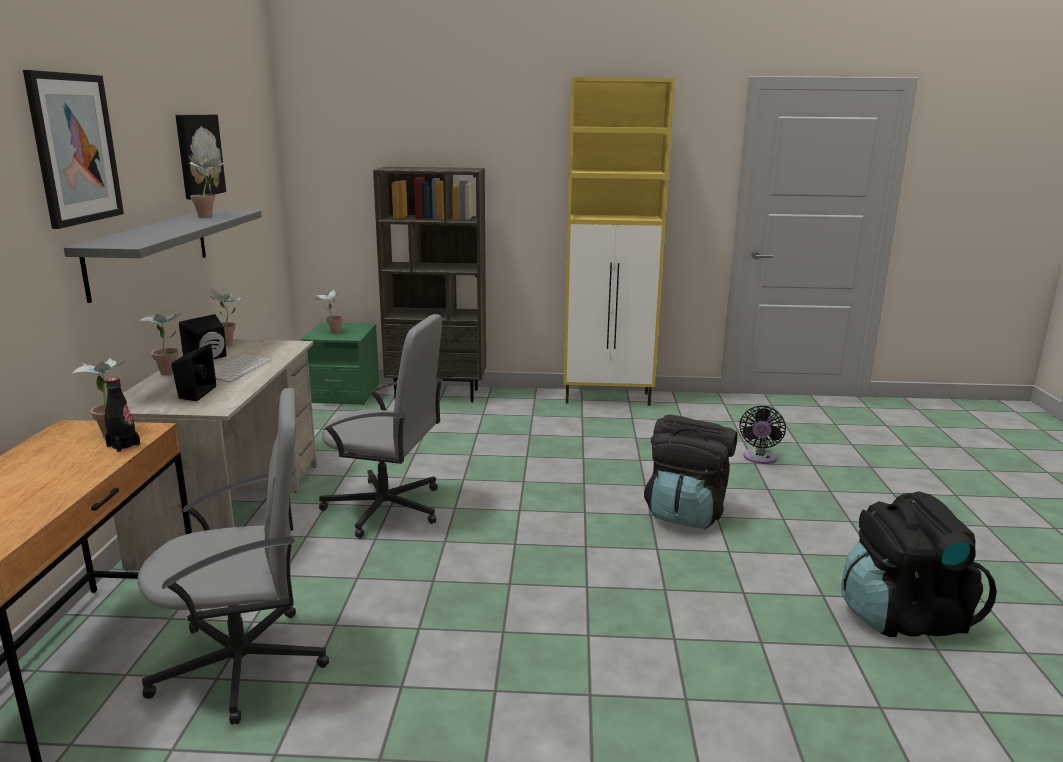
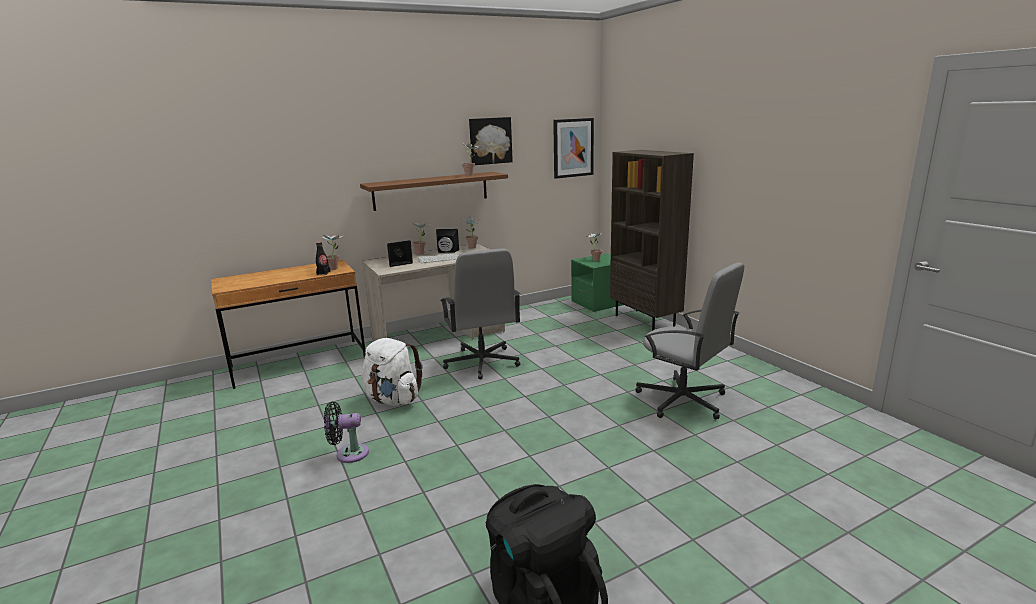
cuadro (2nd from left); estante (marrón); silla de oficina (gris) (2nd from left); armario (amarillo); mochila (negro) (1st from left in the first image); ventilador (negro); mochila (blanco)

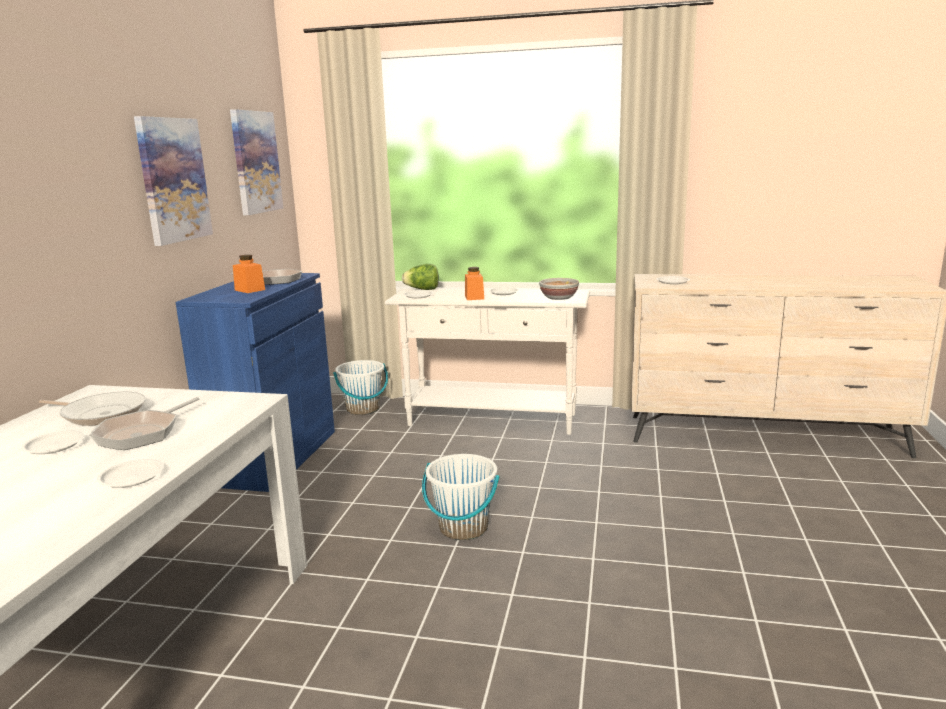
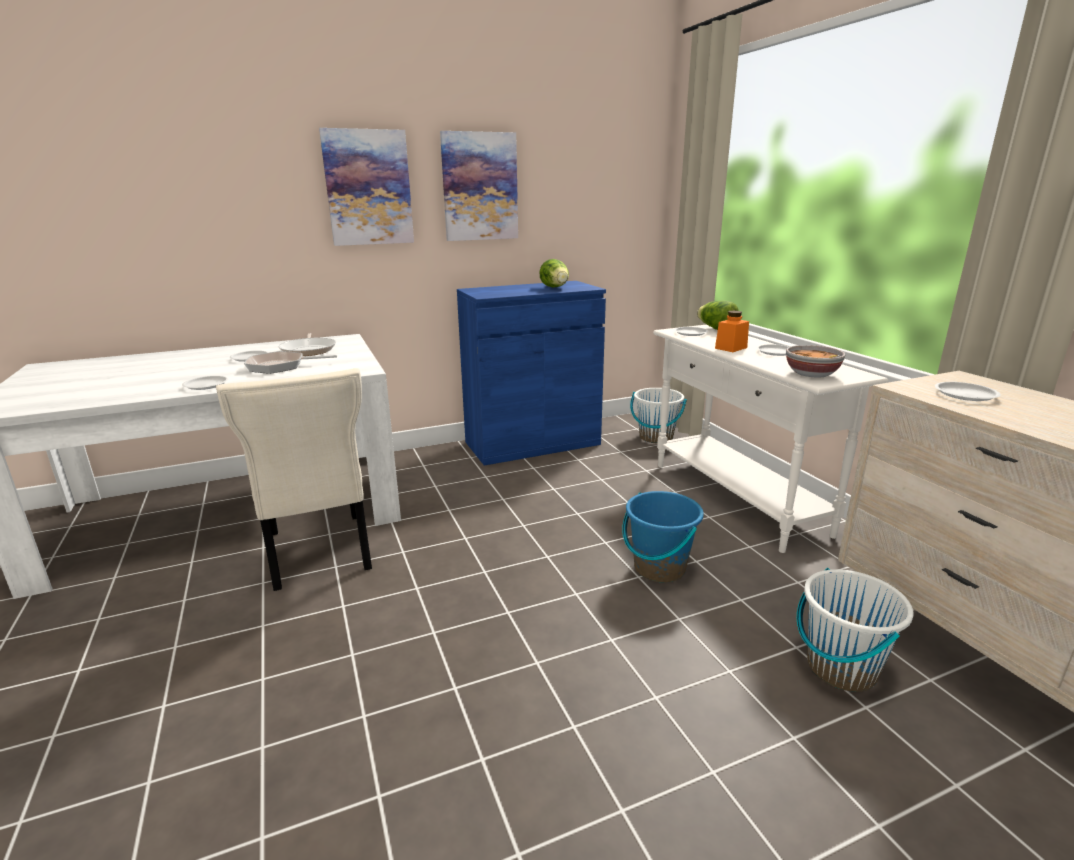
cuadro (1st from left); lechuga (1st from left); tarro (naranja) (1st from left in the first image); cubo (blanco) (2nd from left); silla (beis); cubo (azul)

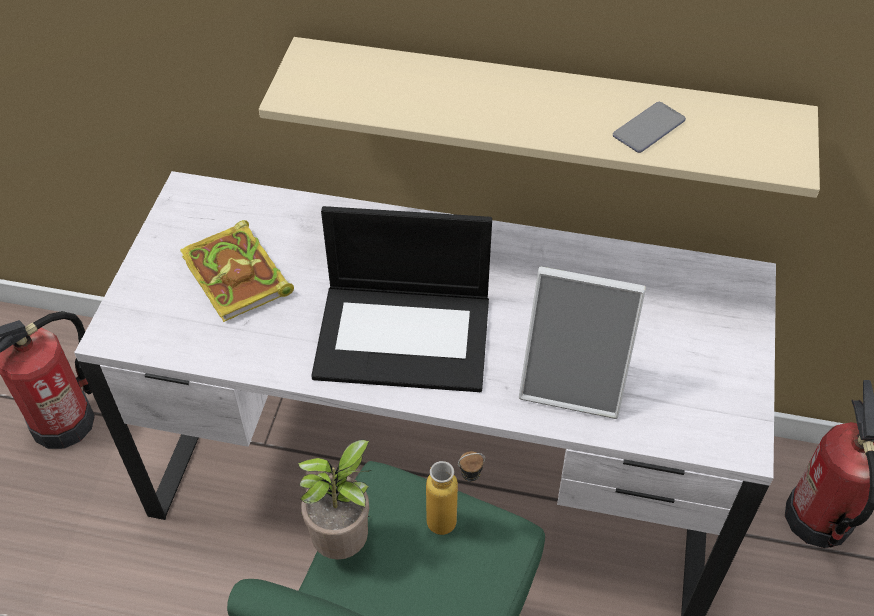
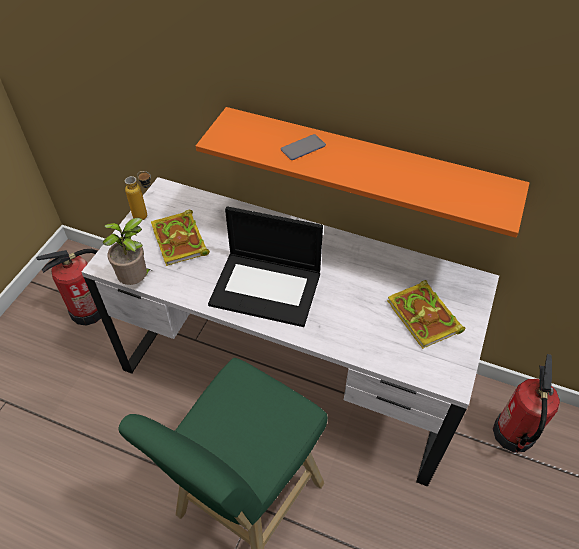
estante (naranja); planta en maceta; botella; portarretratos; móvil; libro (2nd from left)

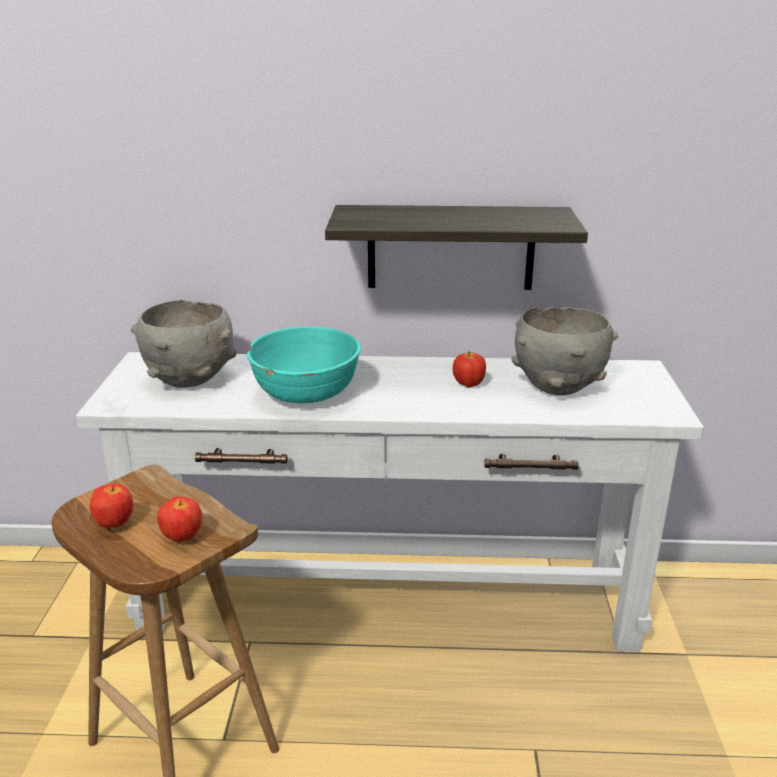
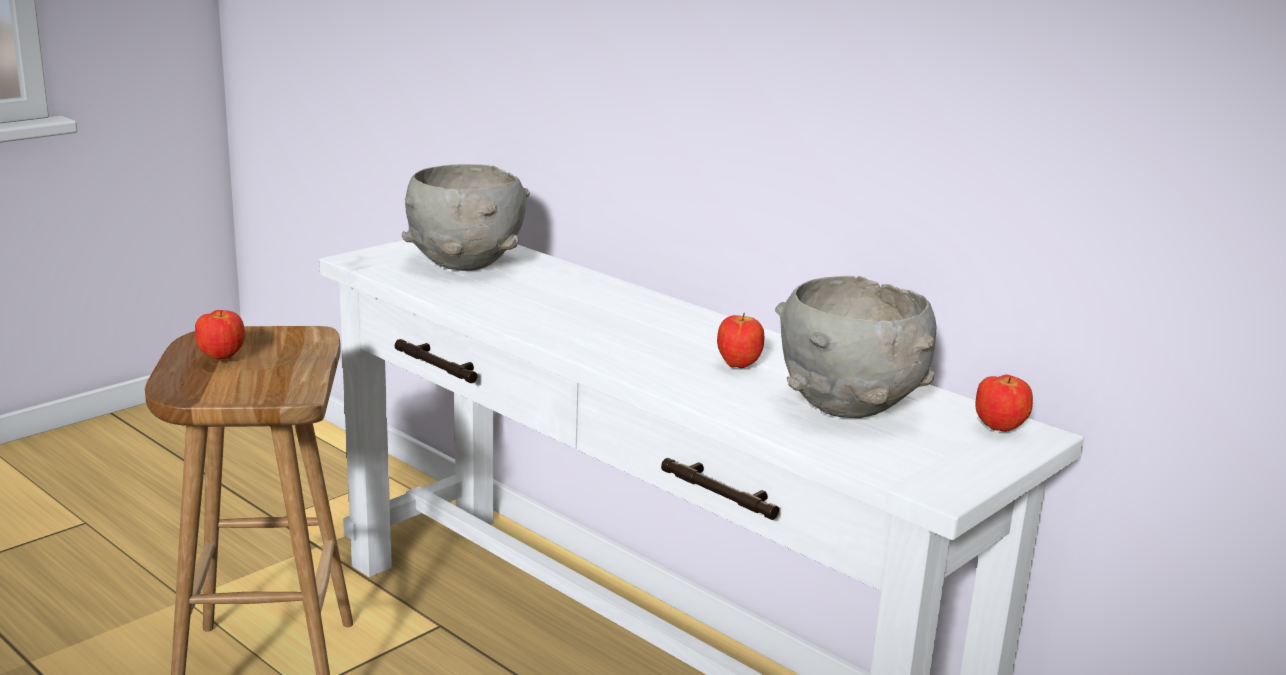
manzana (3rd from left); cuenco (turquesa); estante

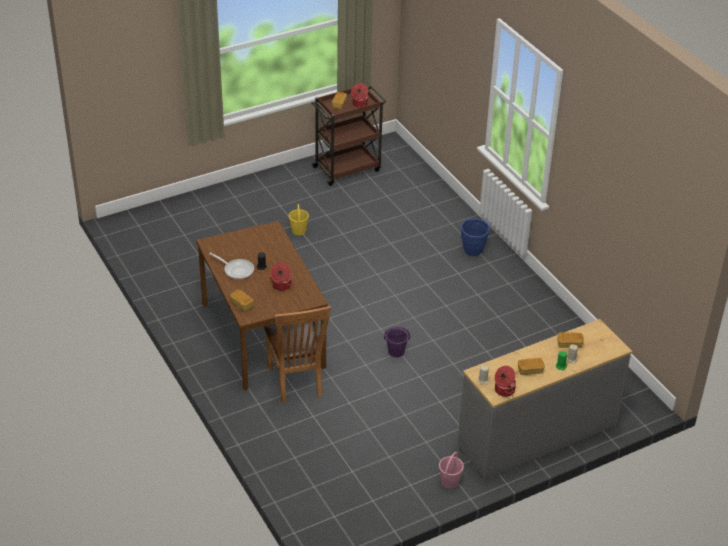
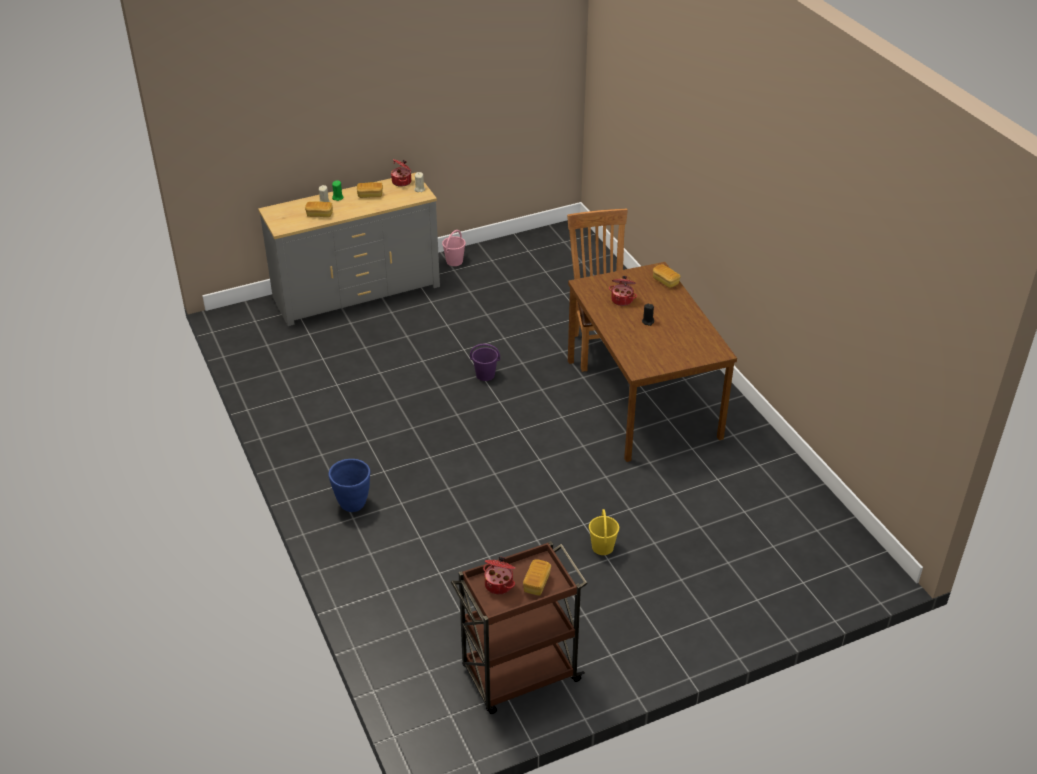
sartén

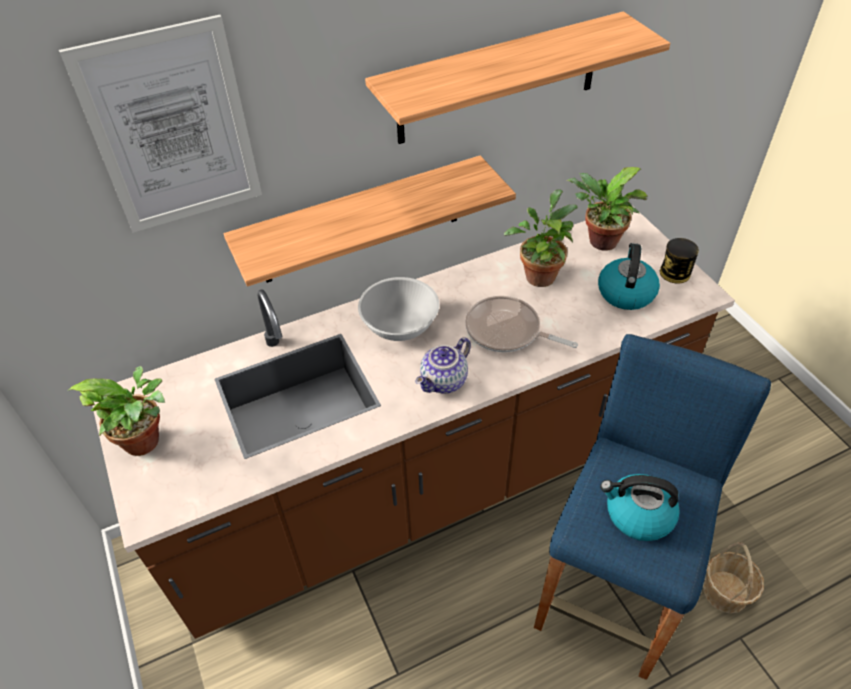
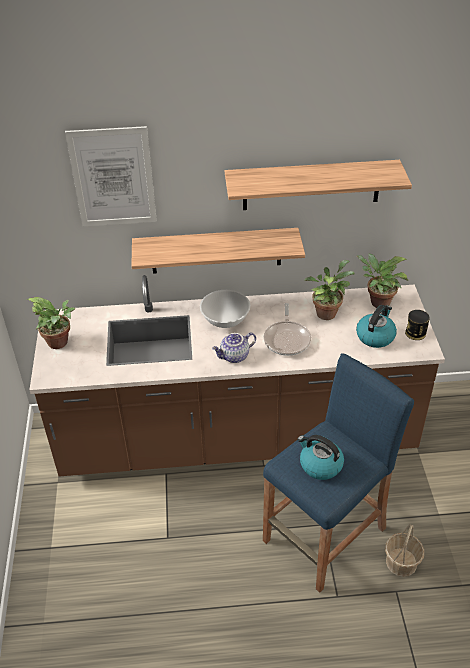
sartén

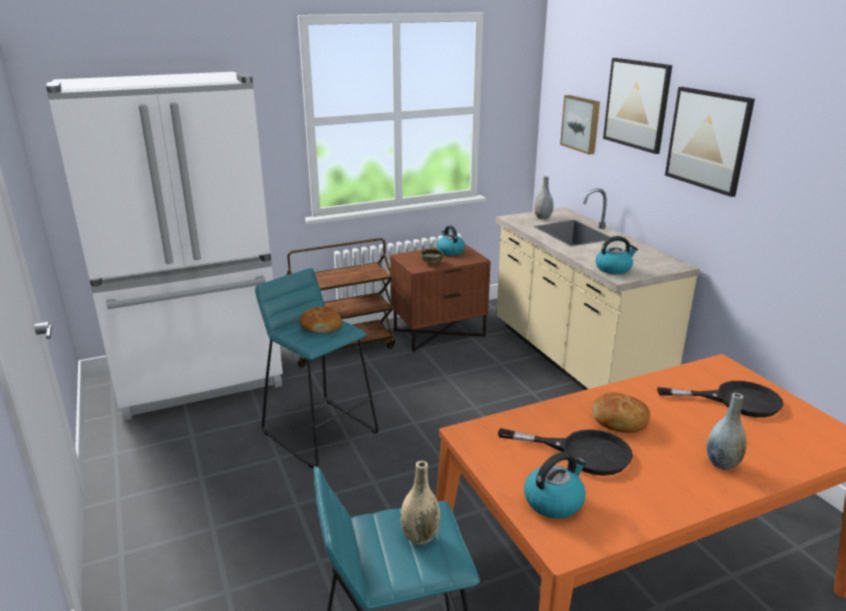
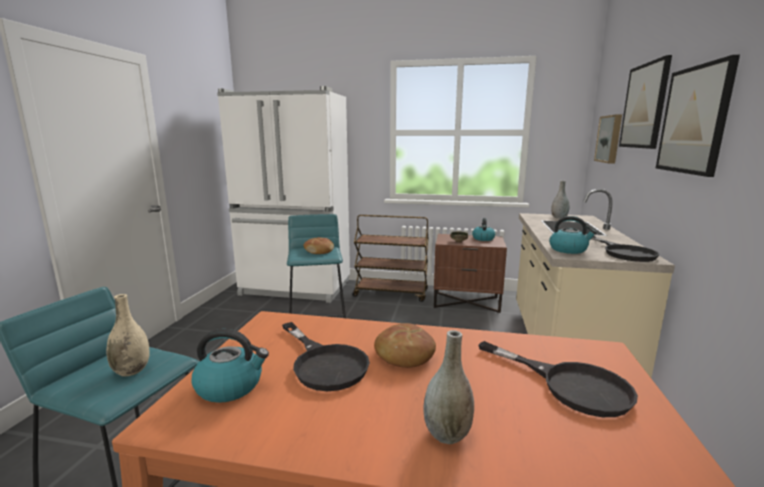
sartén (negro) (3rd from left)

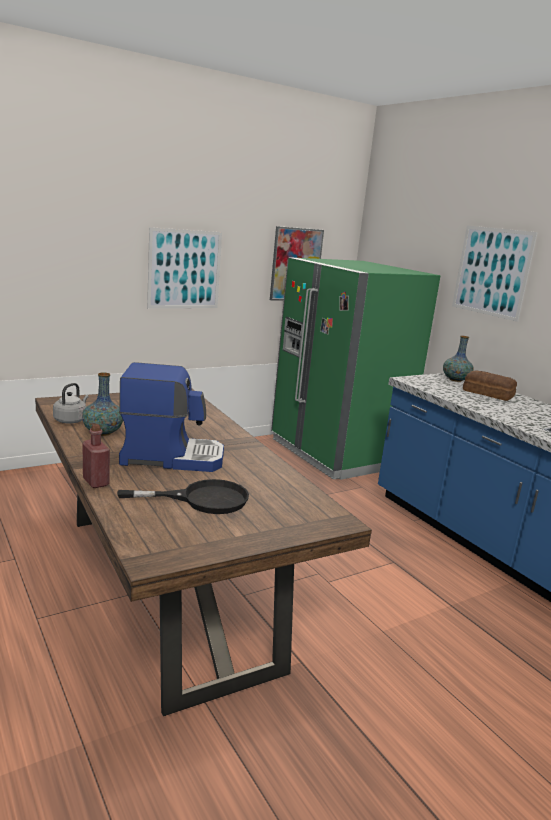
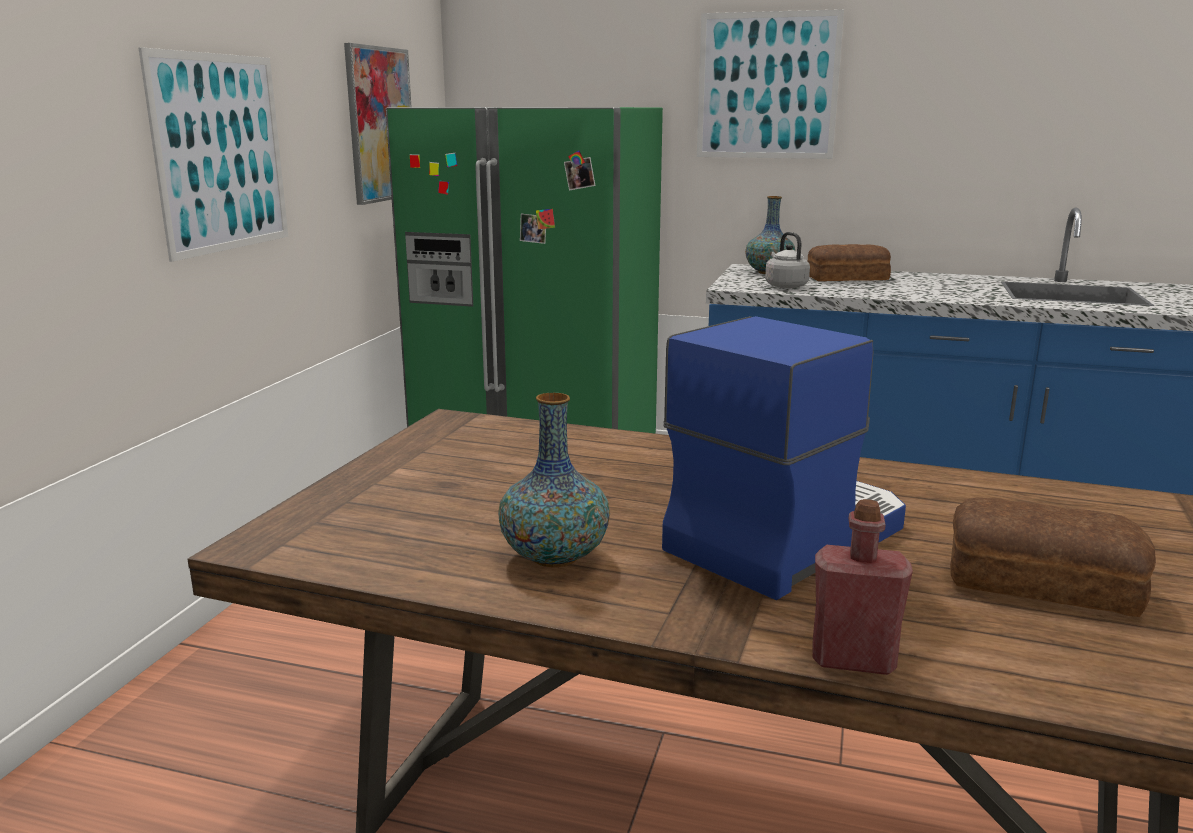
hervidor (gris); pan (2nd from left)

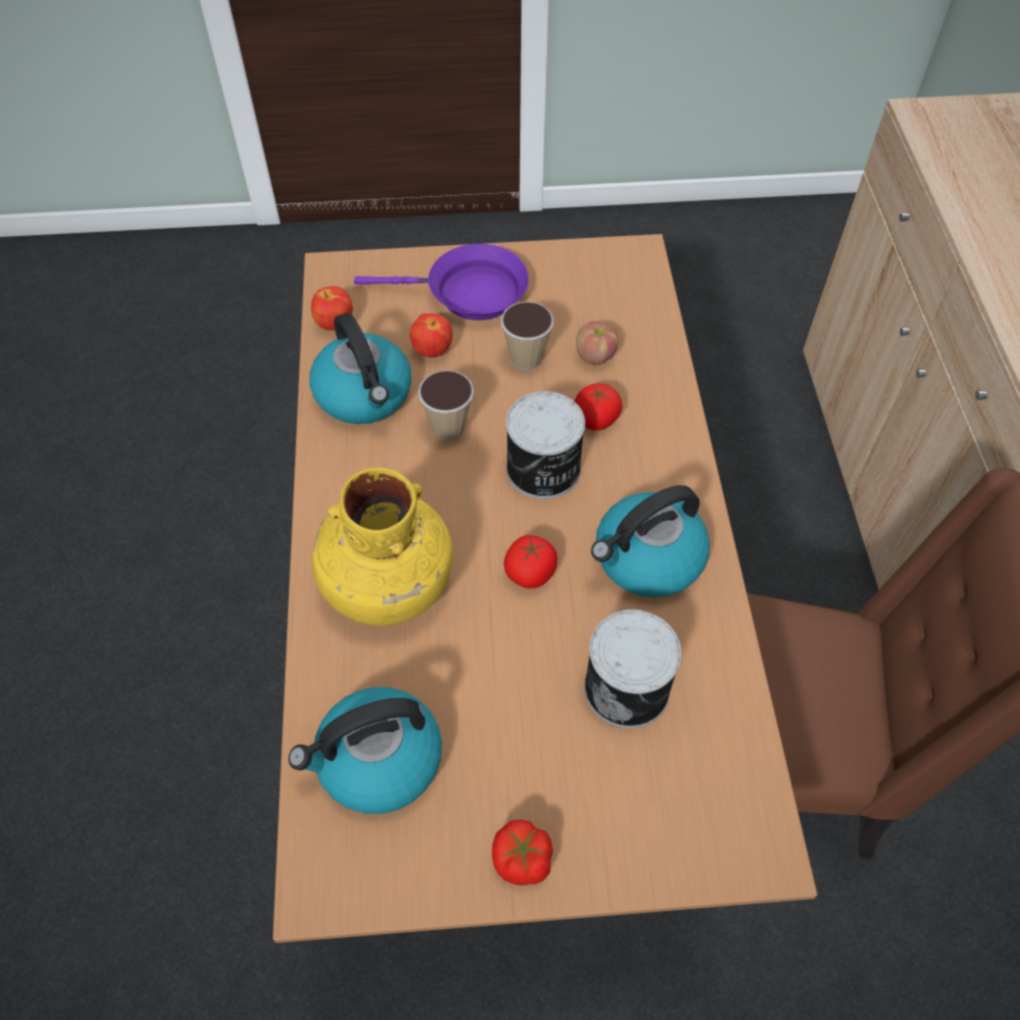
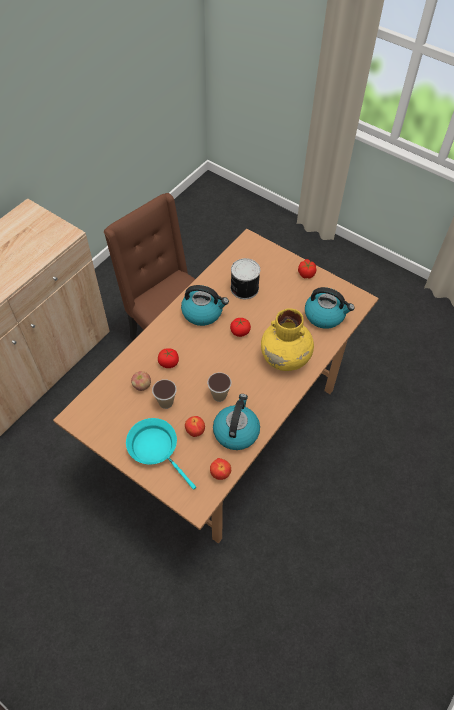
sartén (turquesa); lata (1st from left in the first image)

